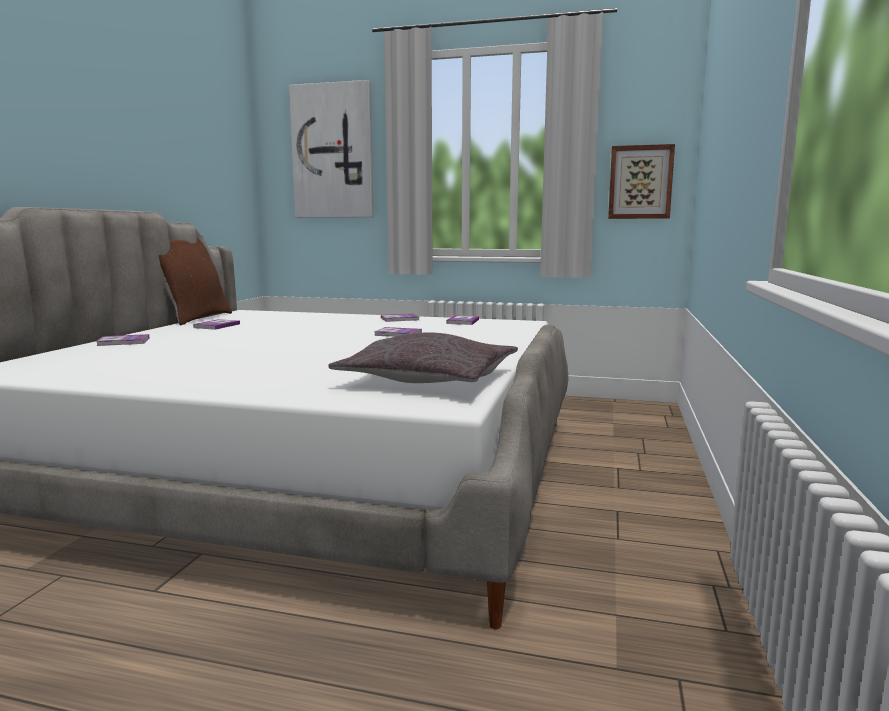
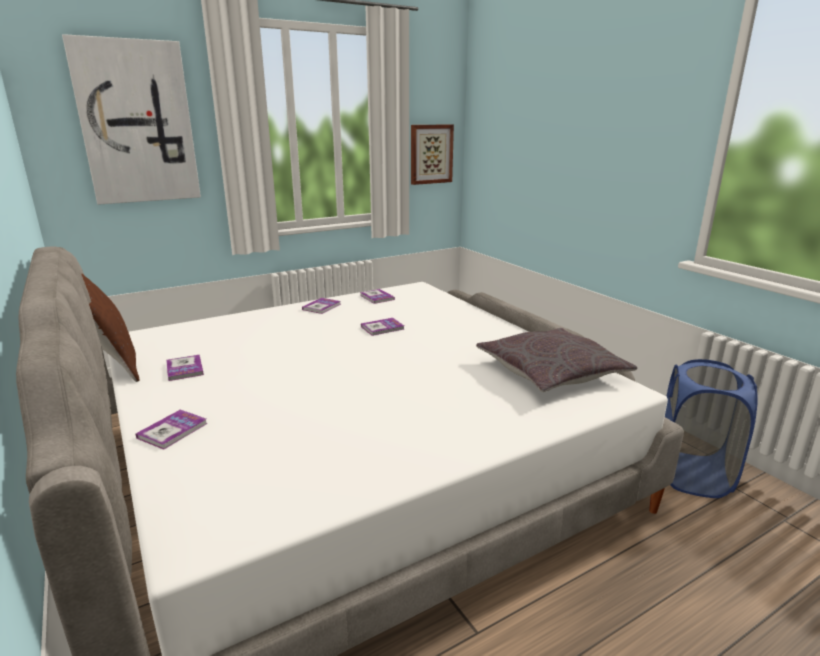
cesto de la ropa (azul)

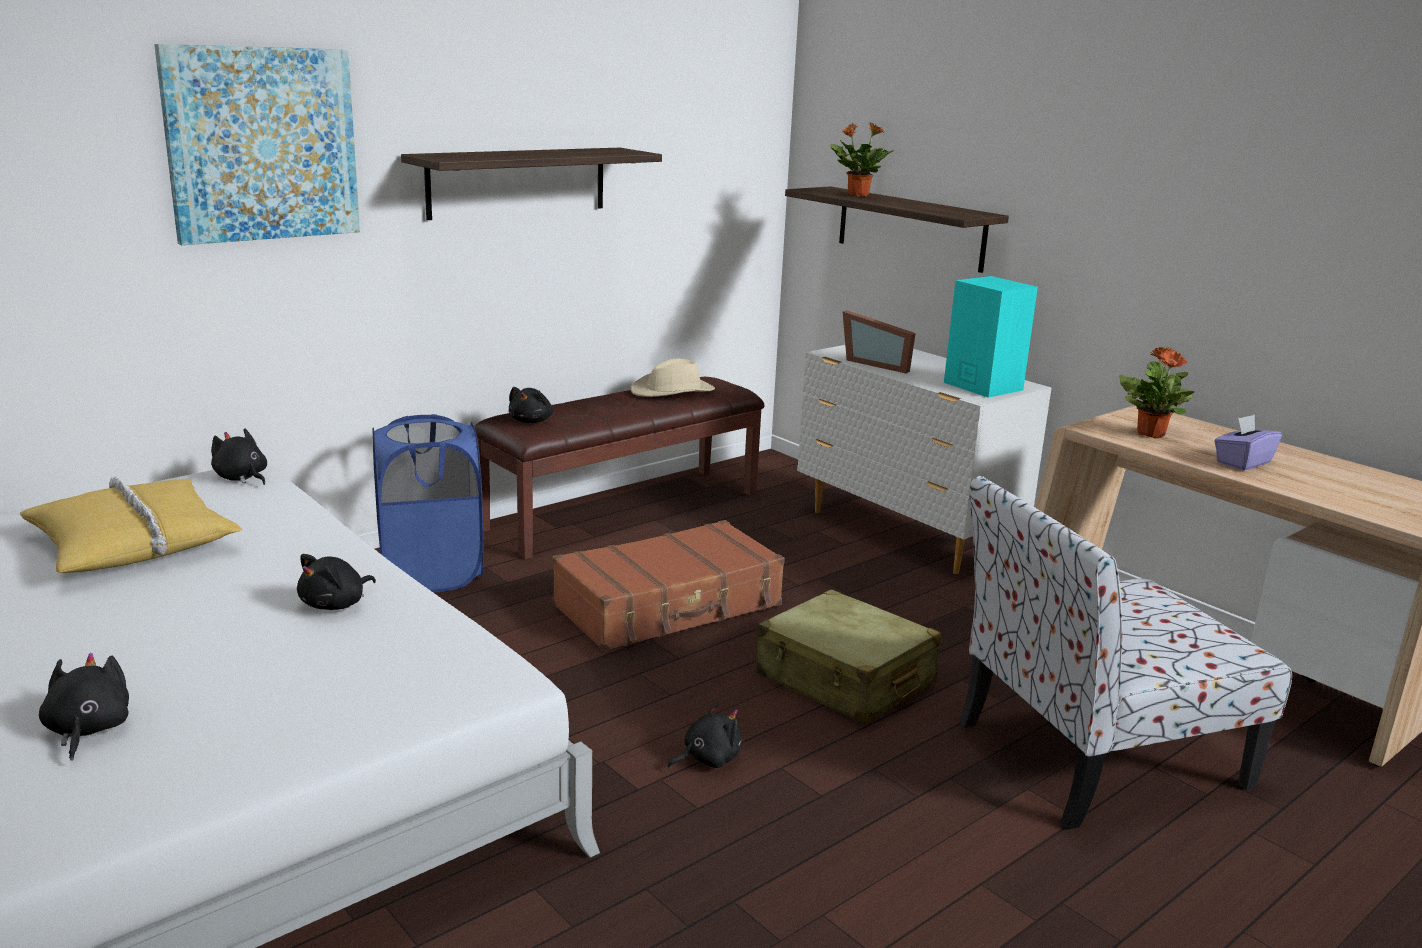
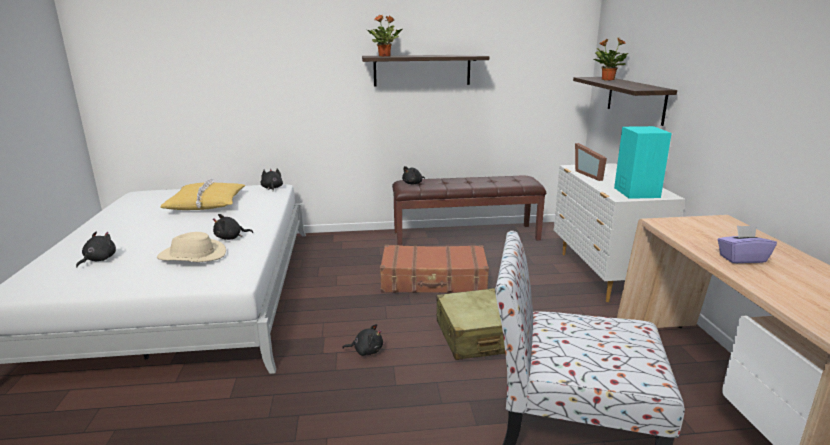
cuadro; cesto de la ropa (azul); sombrero (beis); planta en maceta (1st from left)

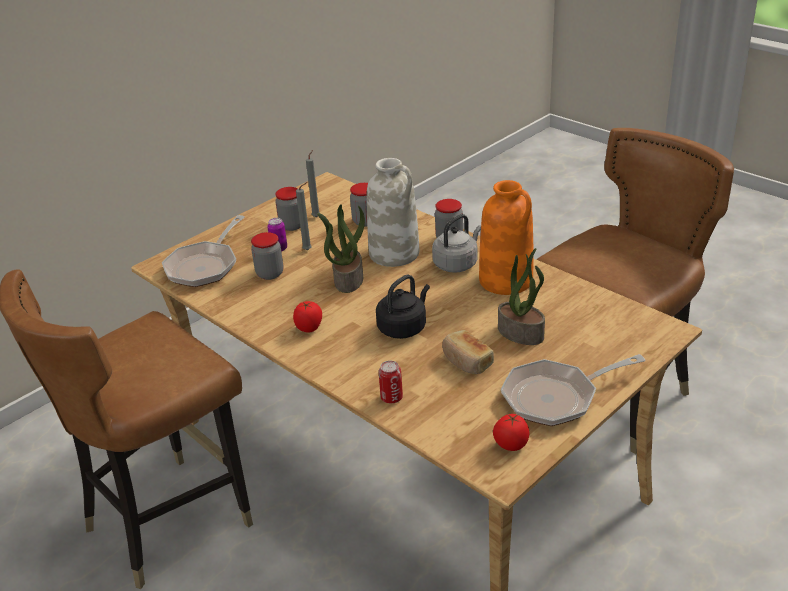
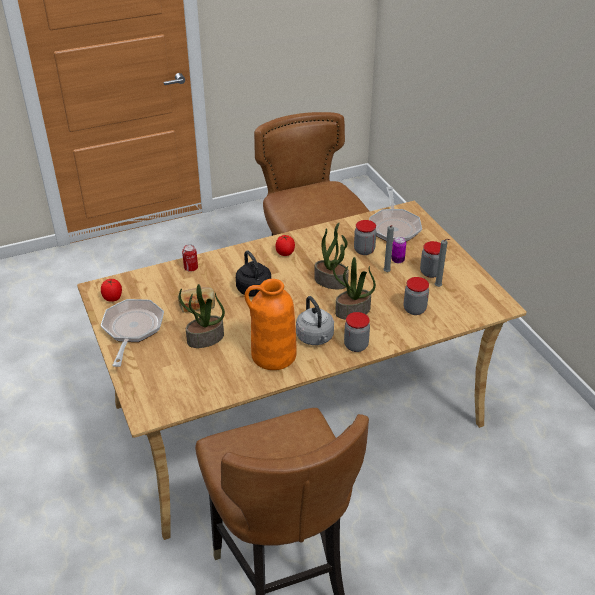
sartén (2nd from left); planta en maceta (3rd from left)

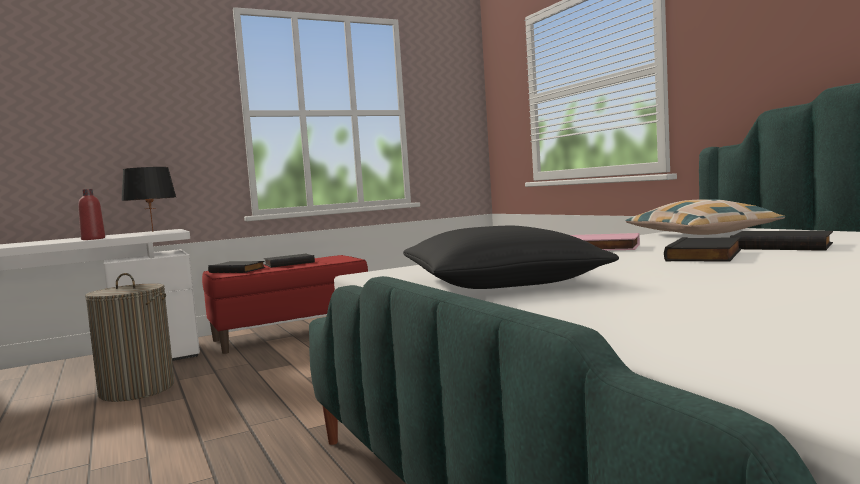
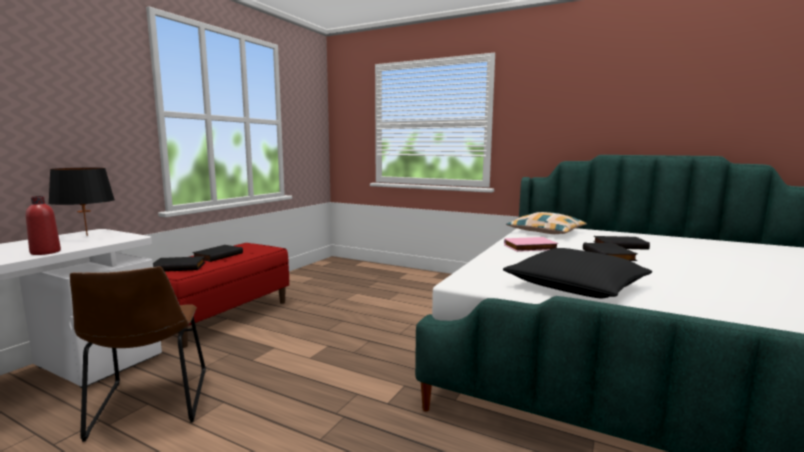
silla (marrón)

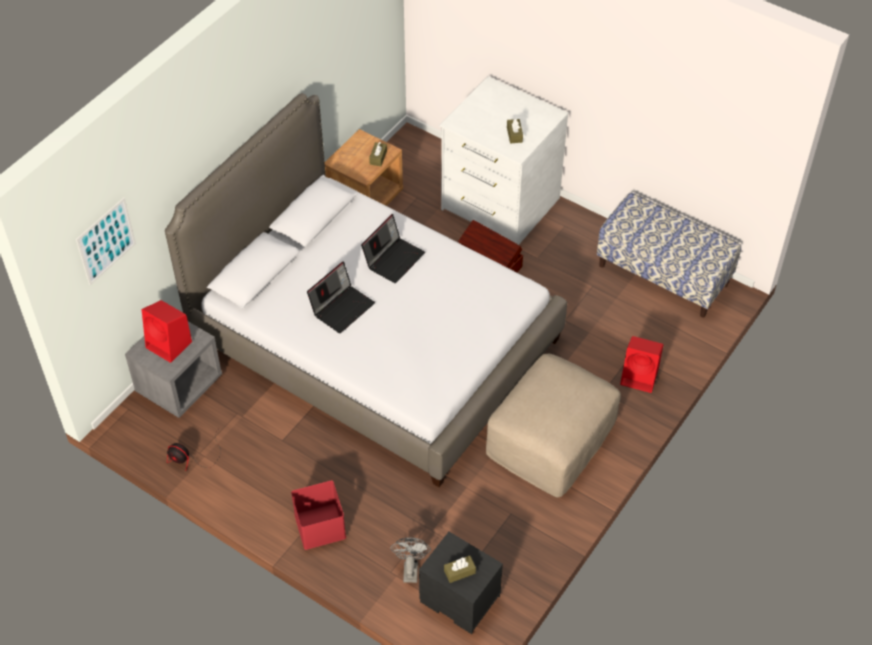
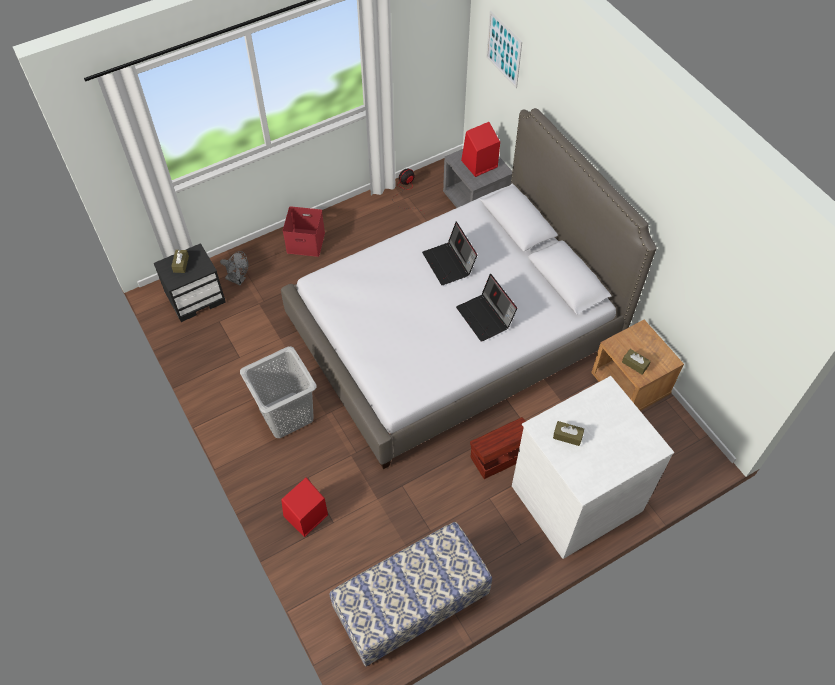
cesto de la ropa (gris)

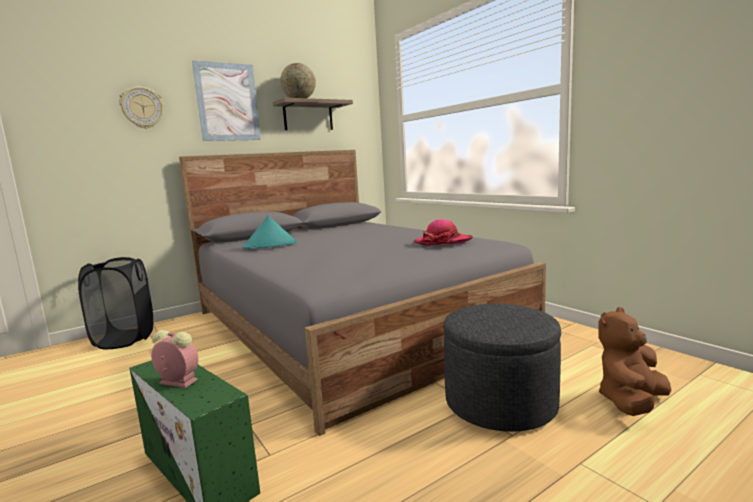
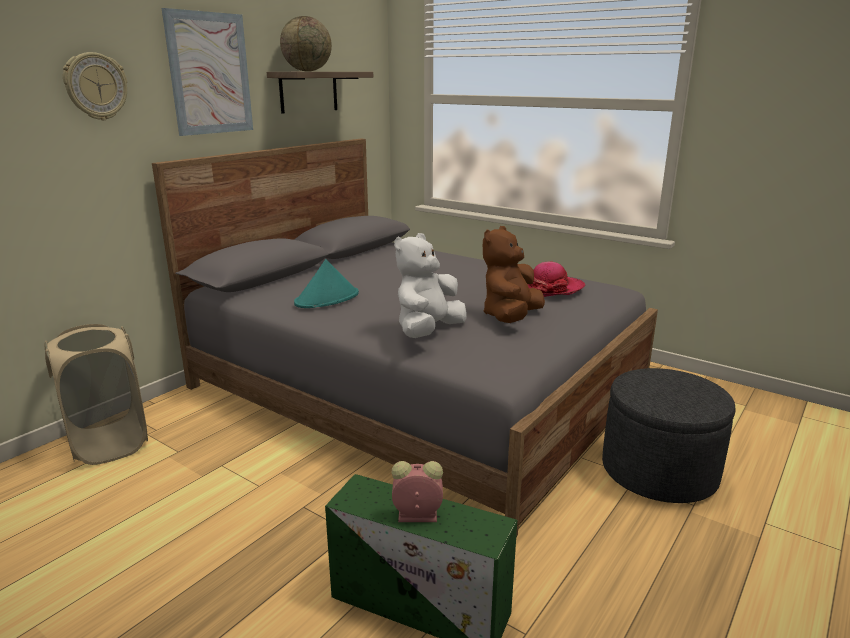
cesto de la ropa (beis); peluche (marrón); peluche (blanco)

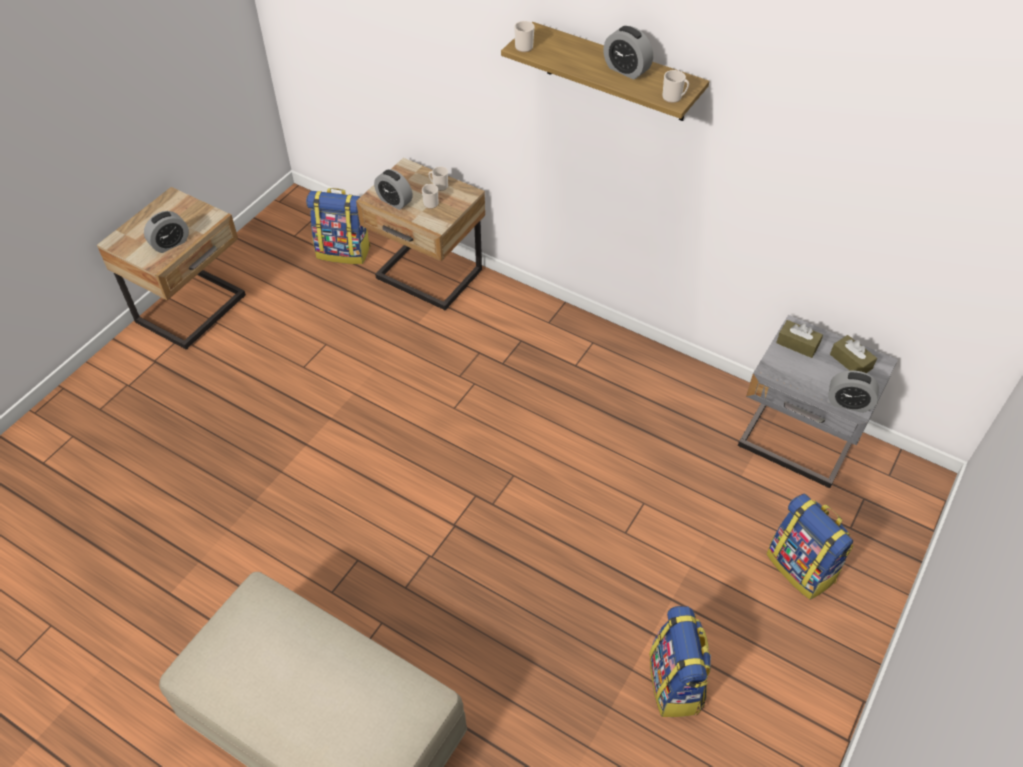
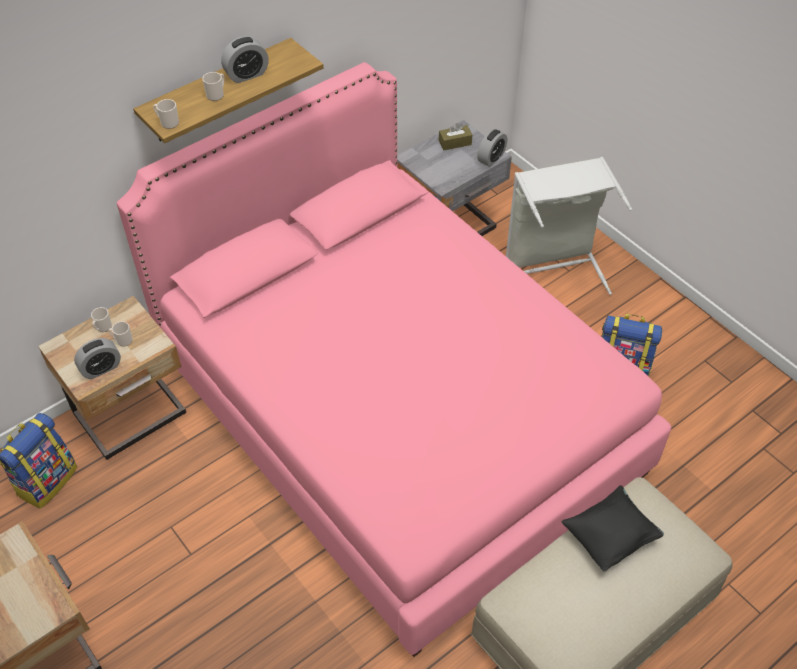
despertador (1st from left in the first image); taza grande (4th from left); cesto de la ropa (gris); caja de pañuelos (marrón) (1st from left in the first image); cama (rosa); cojín (negro)

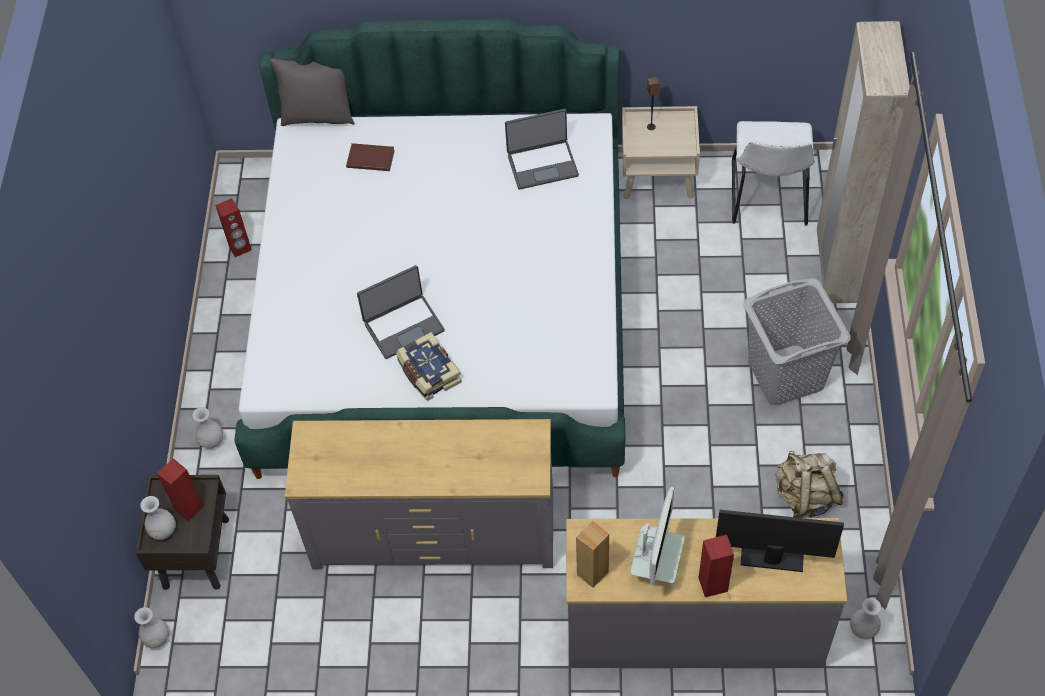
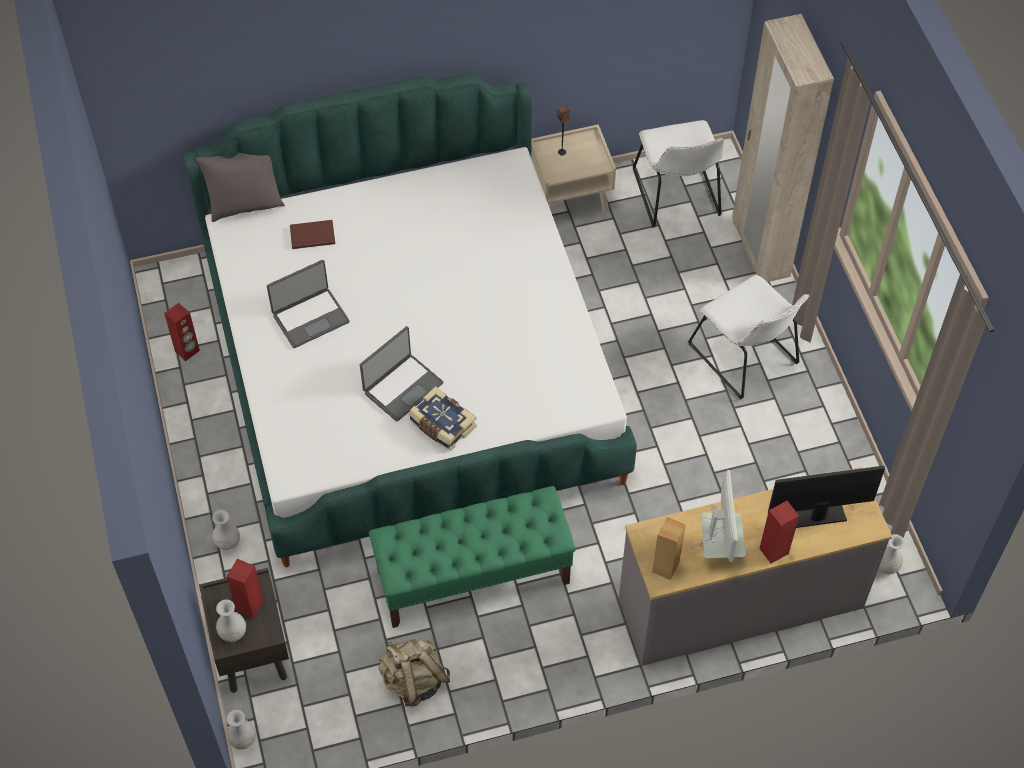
banco (verde); portátil (1st from left); silla (blanco) (2nd from left); mochila (beis)

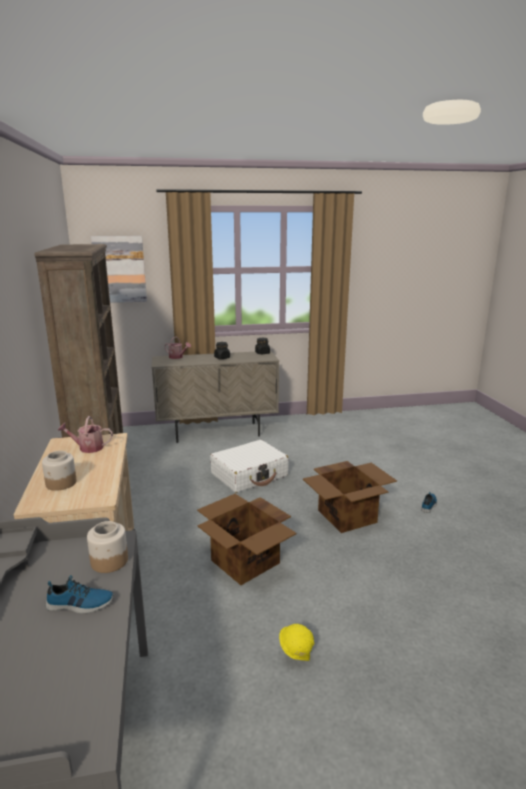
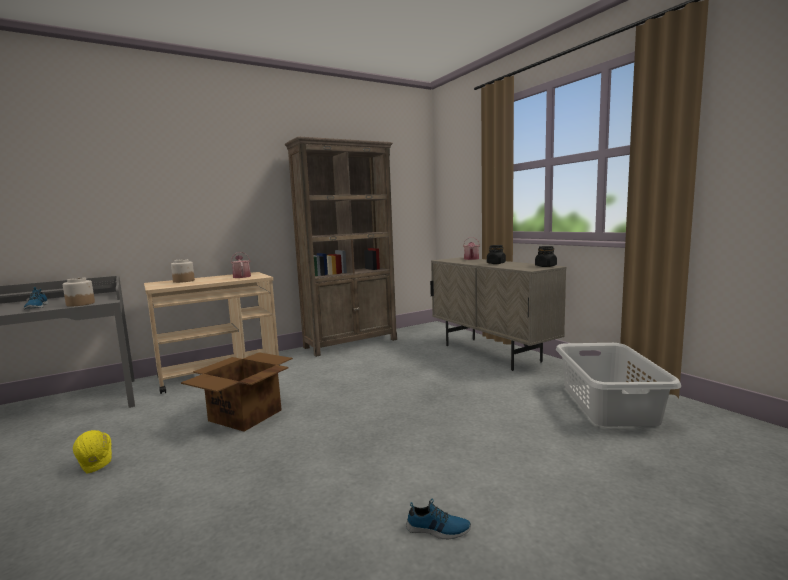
cuadro; maleta (blanco); caja de cartón (2nd from left in the first image); cesto de la ropa (gris)

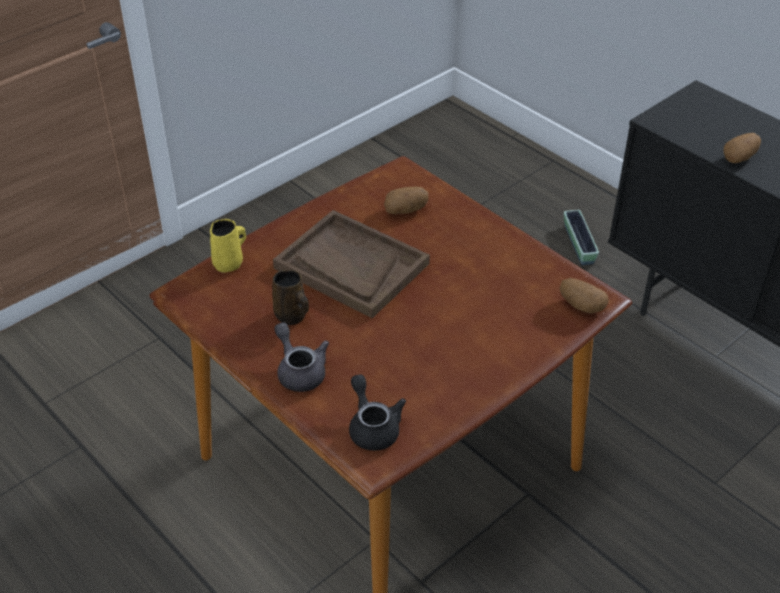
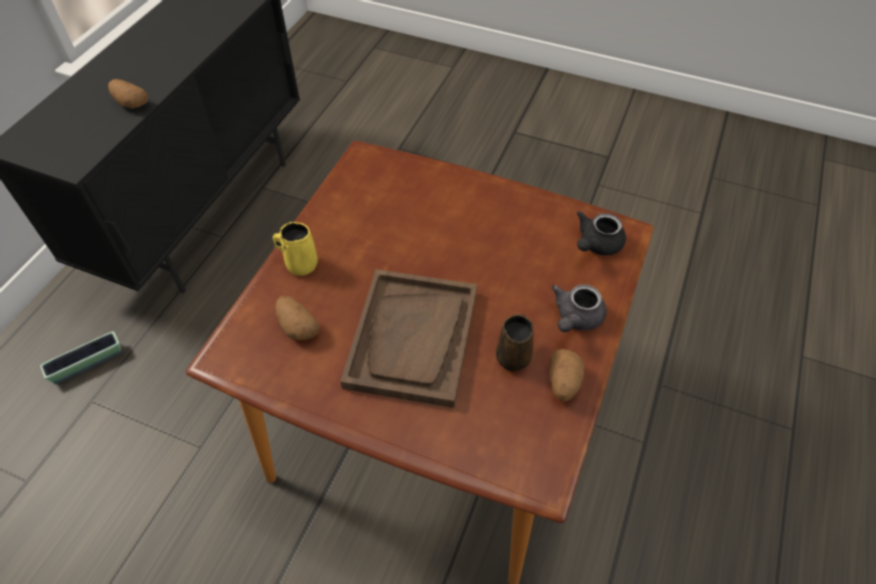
taza grande (amarillo); patata (3rd from left)

